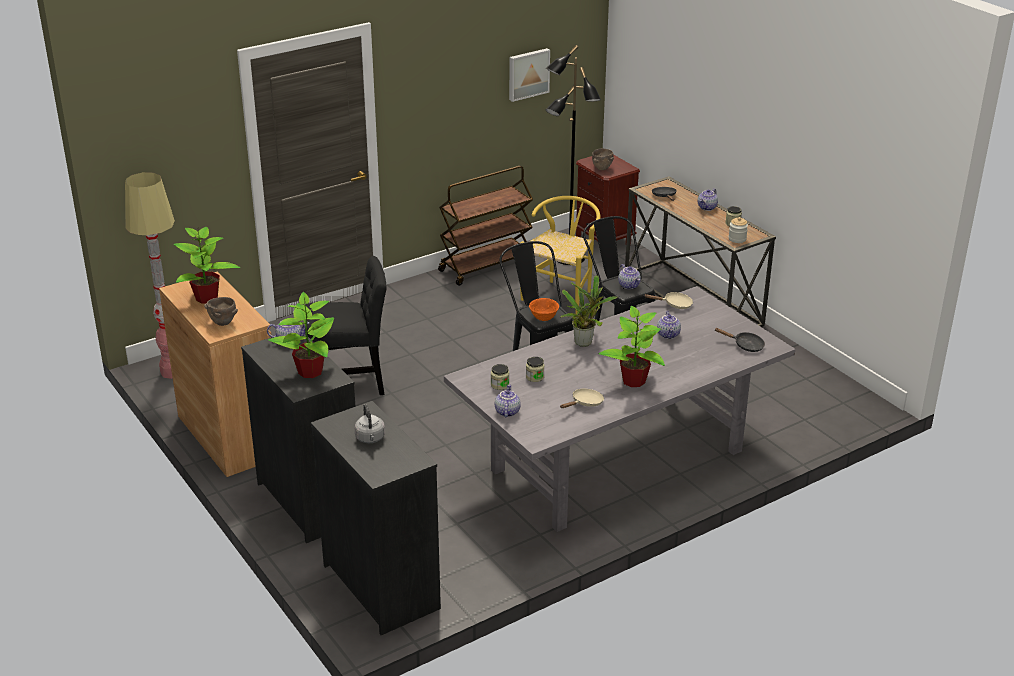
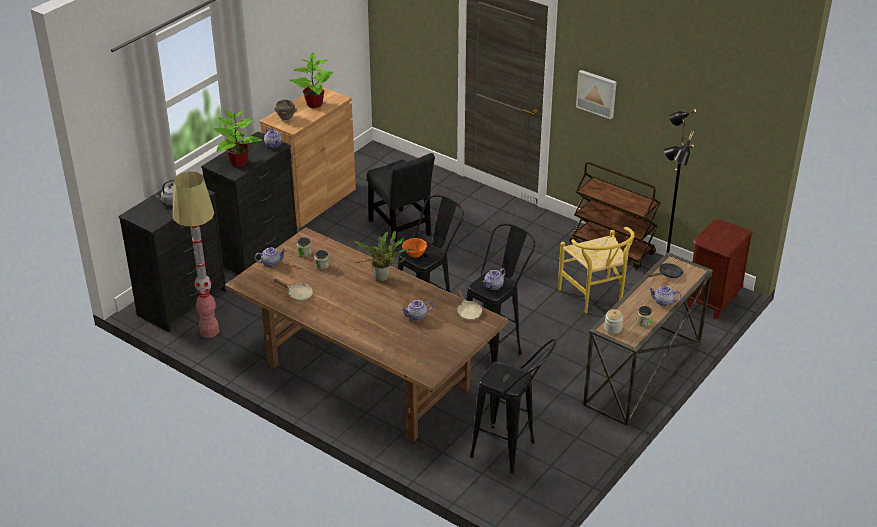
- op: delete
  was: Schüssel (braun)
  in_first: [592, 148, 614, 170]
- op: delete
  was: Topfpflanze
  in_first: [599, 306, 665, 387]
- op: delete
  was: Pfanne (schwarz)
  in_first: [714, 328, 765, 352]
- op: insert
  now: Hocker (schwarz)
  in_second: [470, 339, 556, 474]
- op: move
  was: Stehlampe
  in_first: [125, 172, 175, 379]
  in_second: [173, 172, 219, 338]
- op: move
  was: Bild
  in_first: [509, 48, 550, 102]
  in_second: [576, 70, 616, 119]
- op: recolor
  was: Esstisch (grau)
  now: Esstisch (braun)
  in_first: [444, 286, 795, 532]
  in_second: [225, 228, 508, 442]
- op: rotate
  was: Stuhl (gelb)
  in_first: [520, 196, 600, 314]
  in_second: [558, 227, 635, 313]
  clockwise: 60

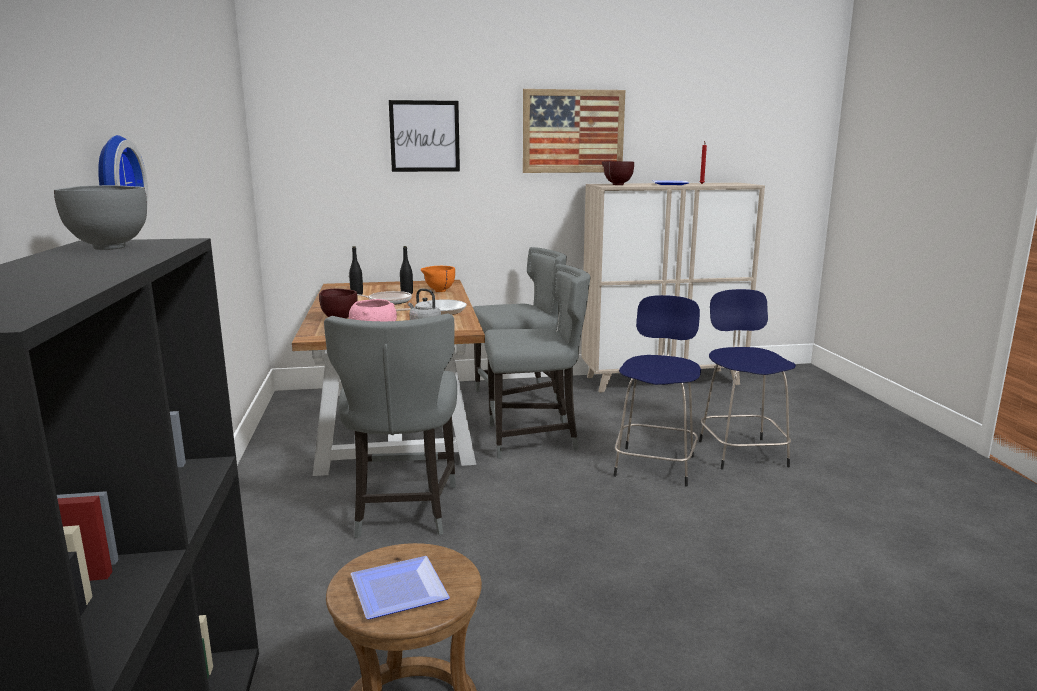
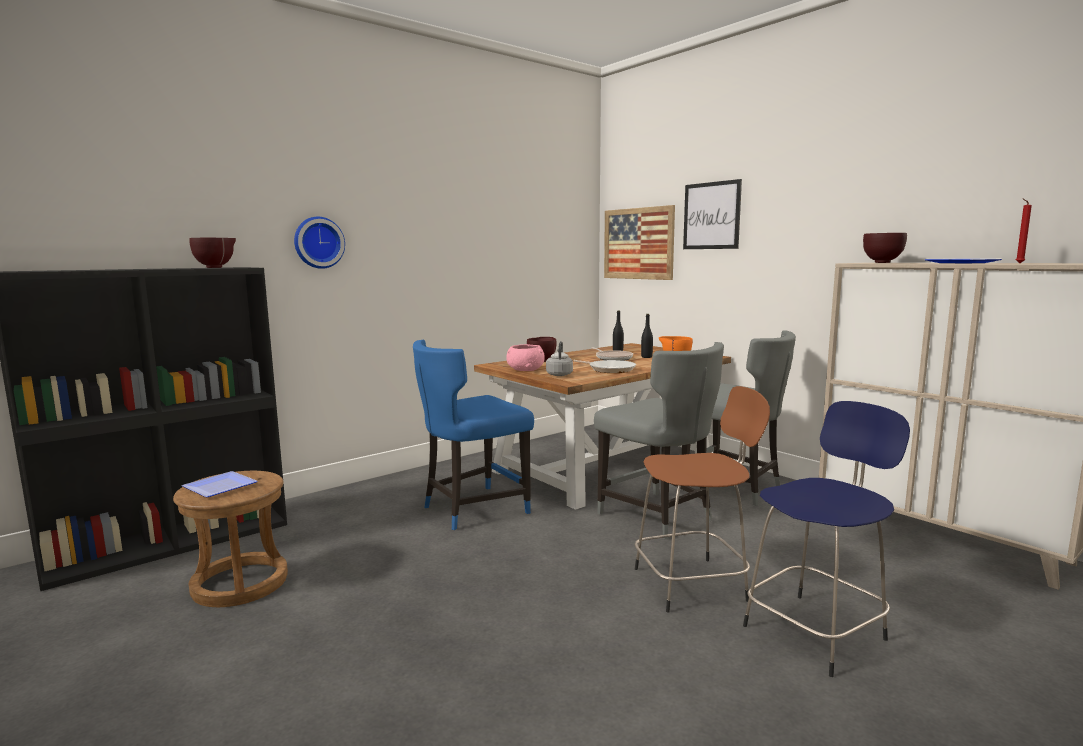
- op: move
  was: Bild
  in_first: [523, 89, 625, 173]
  in_second: [604, 205, 675, 280]
- op: recolor
  was: Schüssel (grau)
  now: Schüssel (braun)
  in_first: [54, 185, 147, 250]
  in_second: [189, 238, 236, 268]
- op: recolor
  was: Stuhl (grau)
  now: Stuhl (blau)
  in_first: [324, 313, 457, 538]
  in_second: [413, 340, 534, 530]
- op: recolor
  was: Hocker (blau)
  now: Hocker (braun)
  in_first: [613, 295, 701, 487]
  in_second: [635, 386, 770, 613]

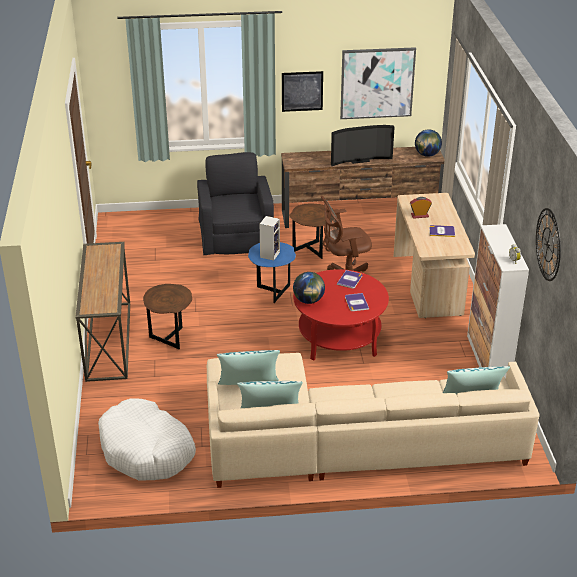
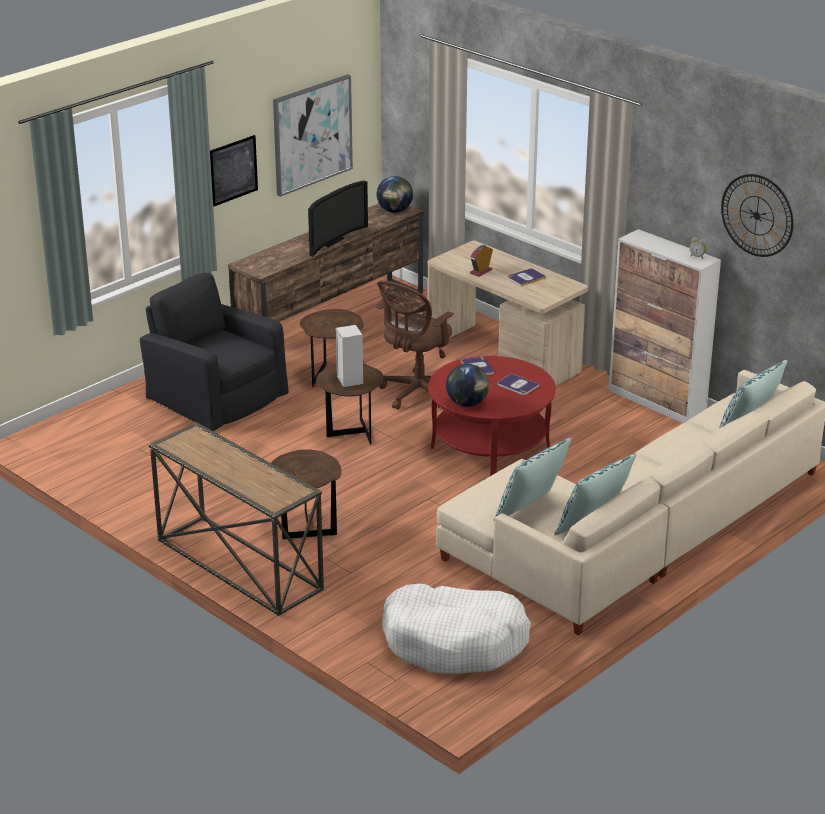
- op: recolor
  was: Beistelltisch (blau)
  now: Beistelltisch (braun)
  in_first: [248, 242, 296, 303]
  in_second: [316, 363, 383, 445]

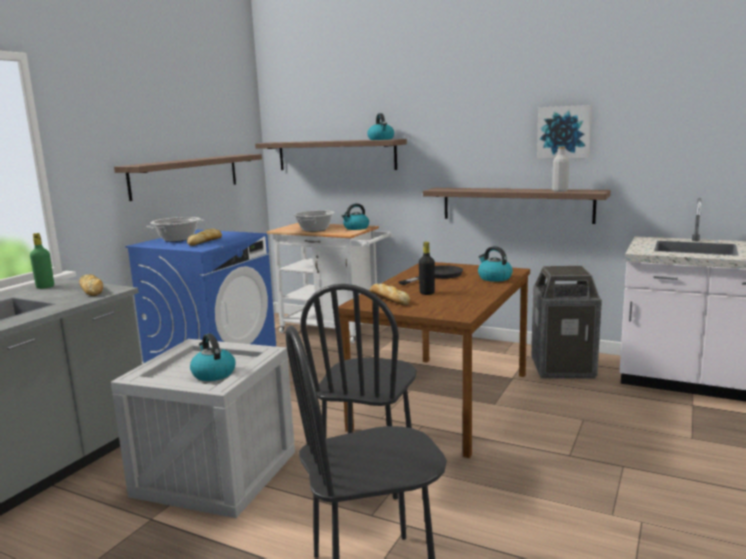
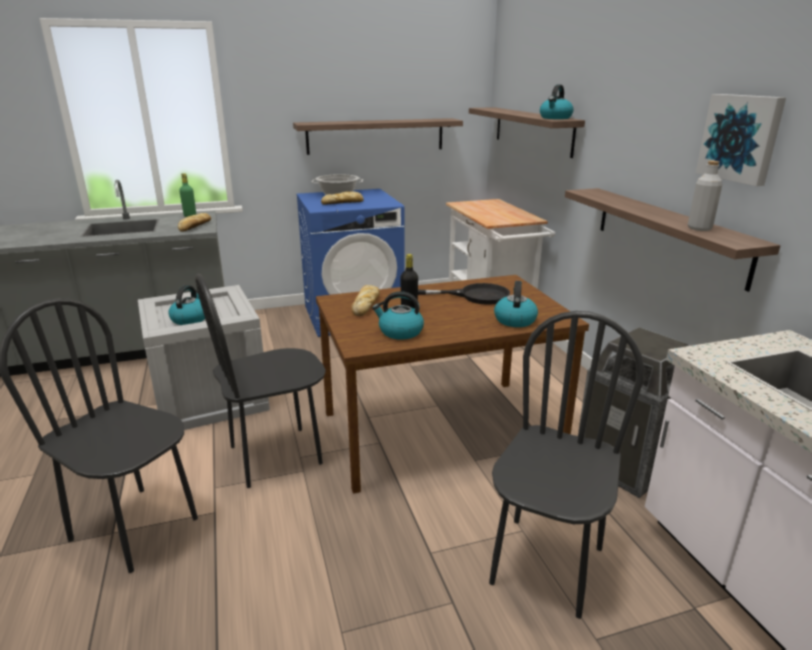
- op: delete
  was: Kochtopf
  in_first: [293, 210, 335, 232]
- op: insert
  now: Stuhl (schwarz)
  in_second: [489, 311, 644, 619]
- op: move
  was: Wasserkessel
  in_first: [342, 203, 369, 230]
  in_second: [372, 291, 424, 340]

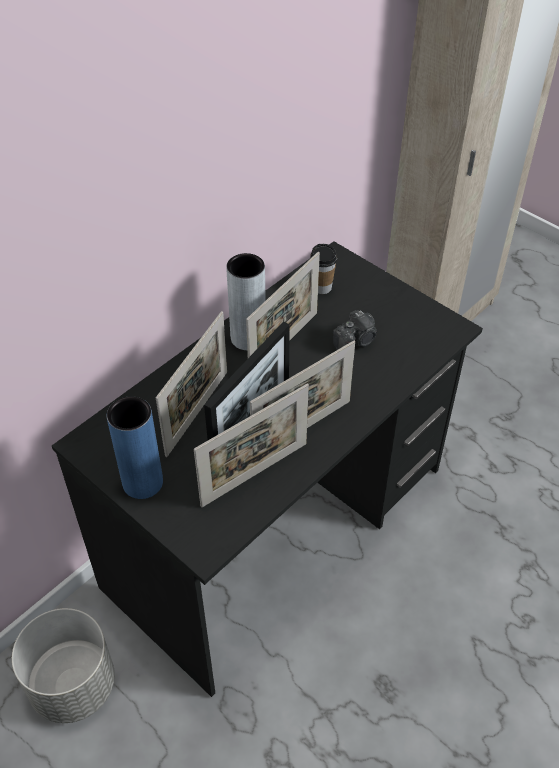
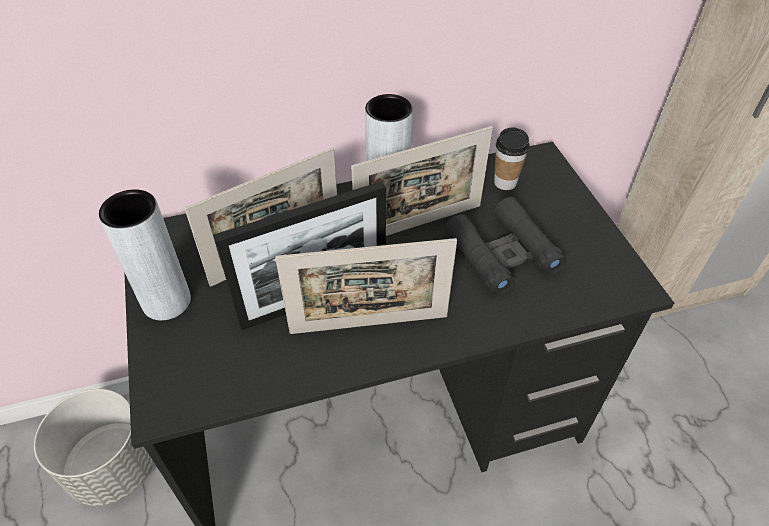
- op: delete
  was: Bilderrahmen
  in_first: [194, 384, 309, 507]
- op: replace
  was: Kamera
  now: Fernglas (schwarz)
  in_first: [333, 310, 377, 350]
  in_second: [445, 197, 567, 295]
- op: recolor
  was: Vase (blau)
  now: Vase (grau)
  in_first: [107, 396, 163, 499]
  in_second: [99, 189, 191, 320]

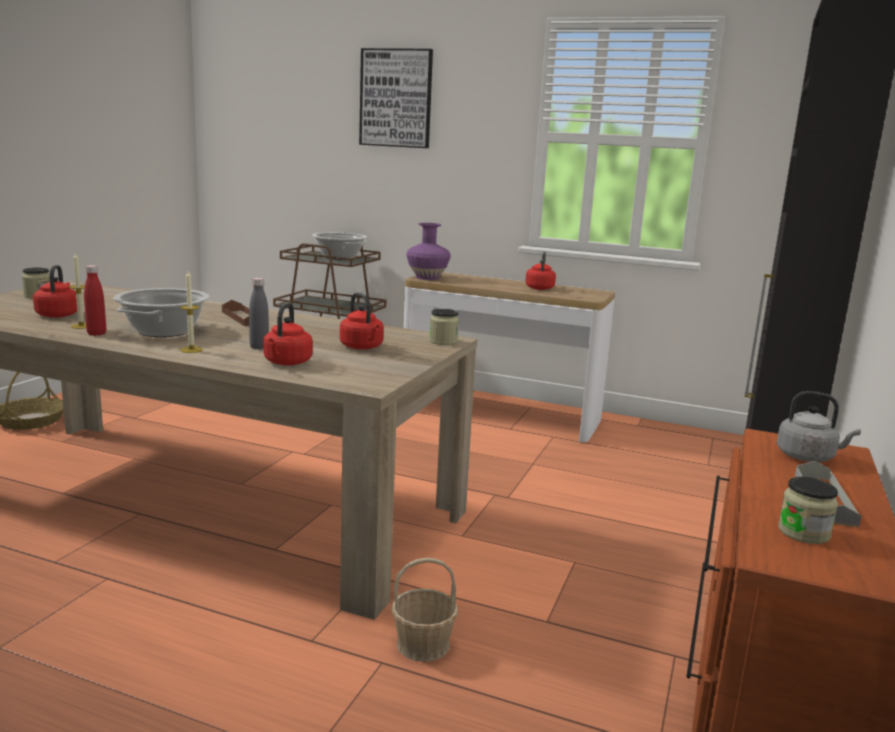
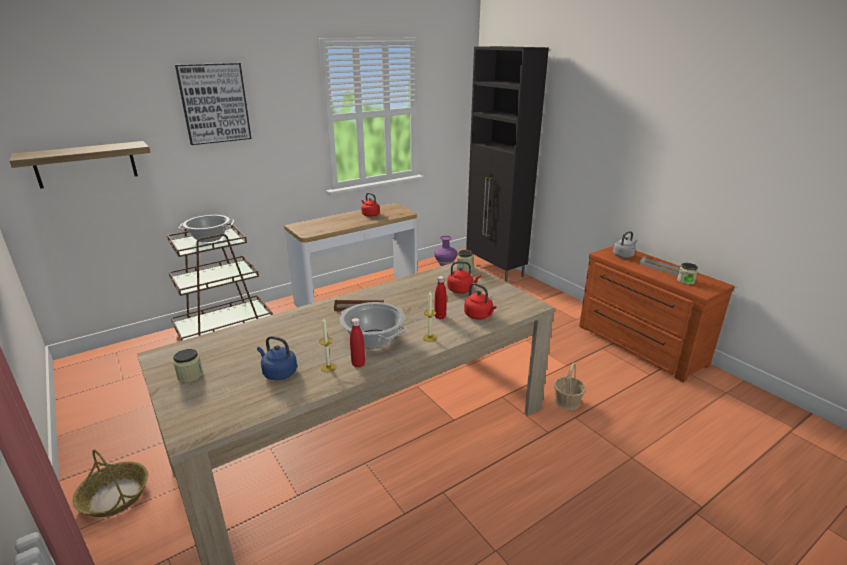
- op: insert
  now: Wandregal
  in_second: [10, 141, 151, 189]
- op: move
  was: Vase (lila)
  in_first: [406, 223, 451, 280]
  in_second: [434, 236, 457, 266]
- op: recolor
  was: Wasserkessel (rot)
  now: Wasserkessel (blau)
  in_first: [33, 265, 77, 318]
  in_second: [257, 336, 297, 380]
- op: recolor
  was: Flasche (grau)
  now: Flasche (rot)
  in_first: [249, 278, 269, 350]
  in_second: [434, 276, 447, 319]

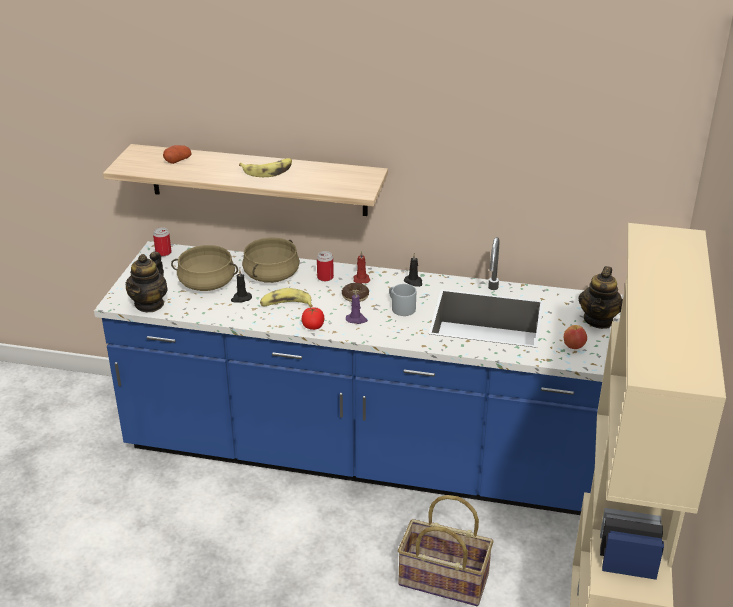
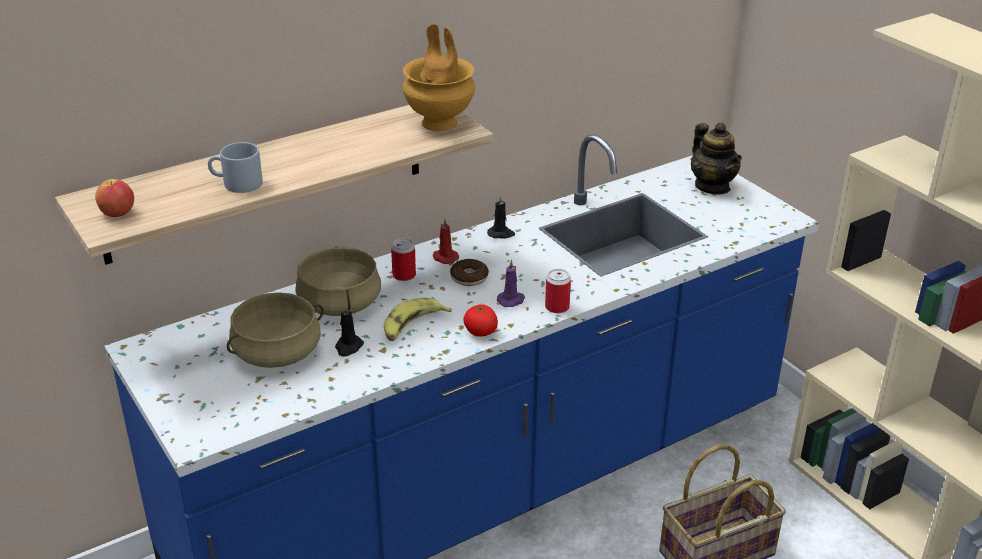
- op: delete
  was: Teekanne
  in_first: [126, 252, 168, 312]
- op: delete
  was: Kartoffel
  in_first: [163, 145, 192, 164]
- op: delete
  was: Banane
  in_first: [239, 158, 292, 177]
- op: insert
  now: Vase (braun)
  in_second: [402, 24, 475, 131]
- op: move
  was: Dose
  in_first: [153, 227, 172, 257]
  in_second: [545, 269, 571, 313]
- op: move
  was: Henkelbecher (grau)
  in_first: [389, 284, 416, 316]
  in_second: [208, 142, 263, 193]
- op: move
  was: Apfel
  in_first: [564, 325, 587, 349]
  in_second: [95, 179, 134, 217]

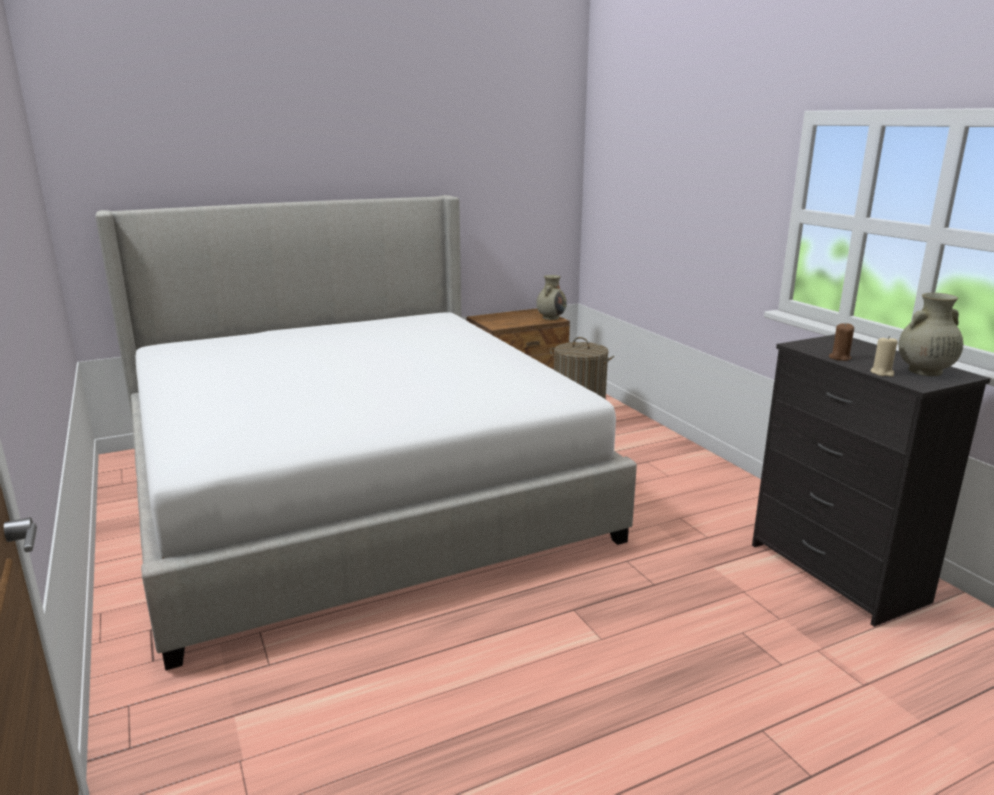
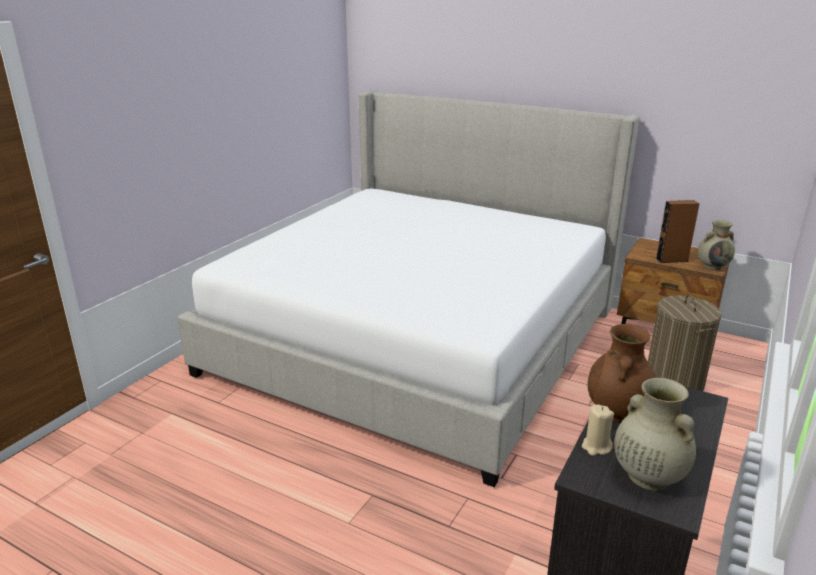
- op: insert
  now: Lautsprecher (braun)
  in_second: [655, 200, 699, 263]
- op: replace
  was: Kerze (braun)
  now: Vase (braun)
  in_first: [829, 323, 854, 361]
  in_second: [587, 324, 656, 422]

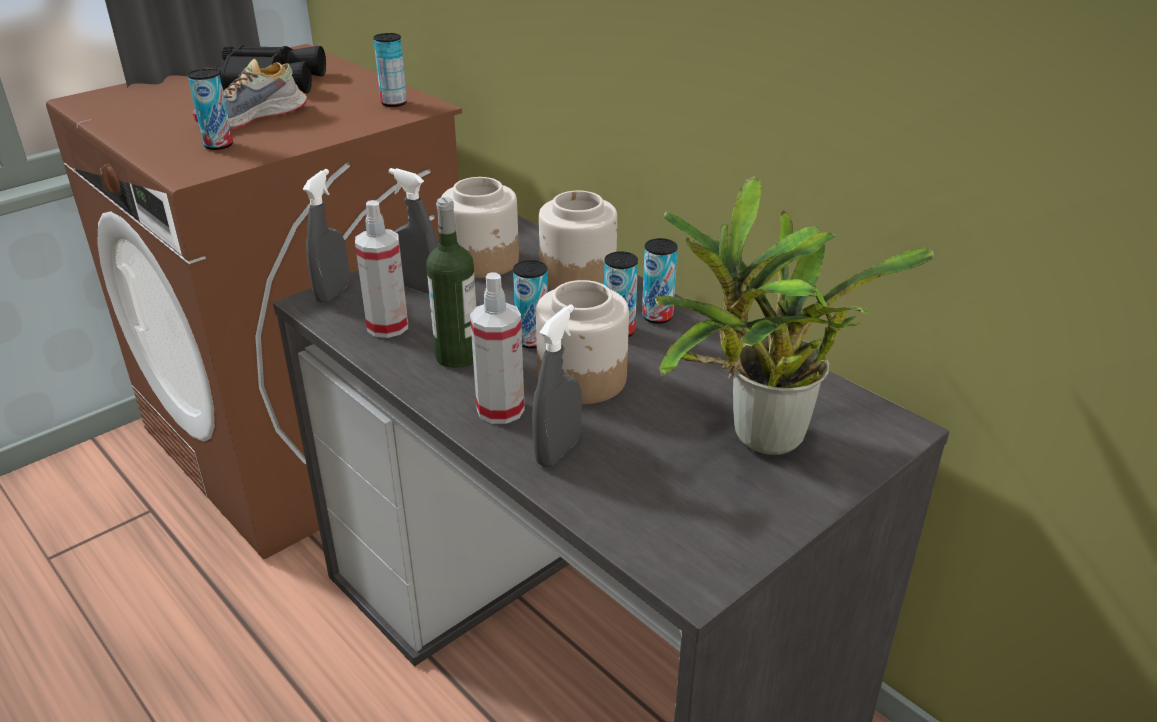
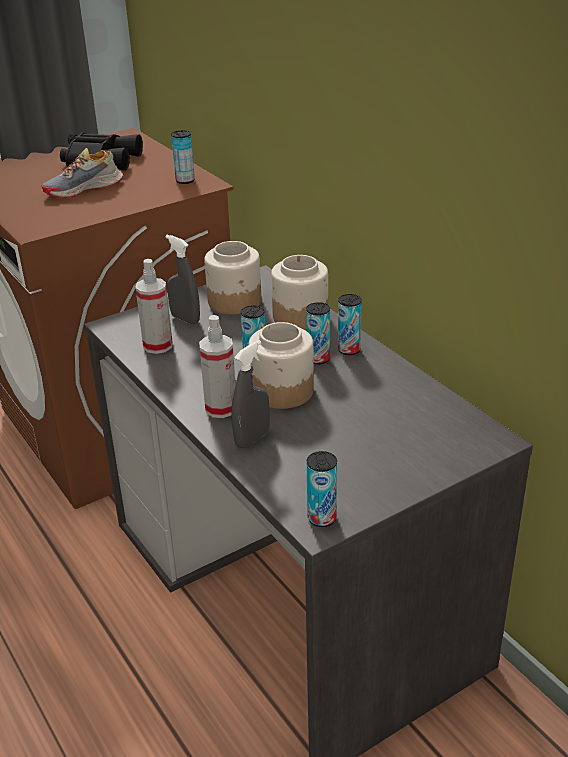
- op: delete
  was: Sprühflasche (grau)
  in_first: [303, 169, 350, 303]
- op: delete
  was: Flasche
  in_first: [426, 197, 476, 368]
- op: delete
  was: Topfpflanze
  in_first: [655, 176, 935, 455]
- op: move
  was: Dose
  in_first: [188, 69, 233, 150]
  in_second: [307, 451, 337, 527]

